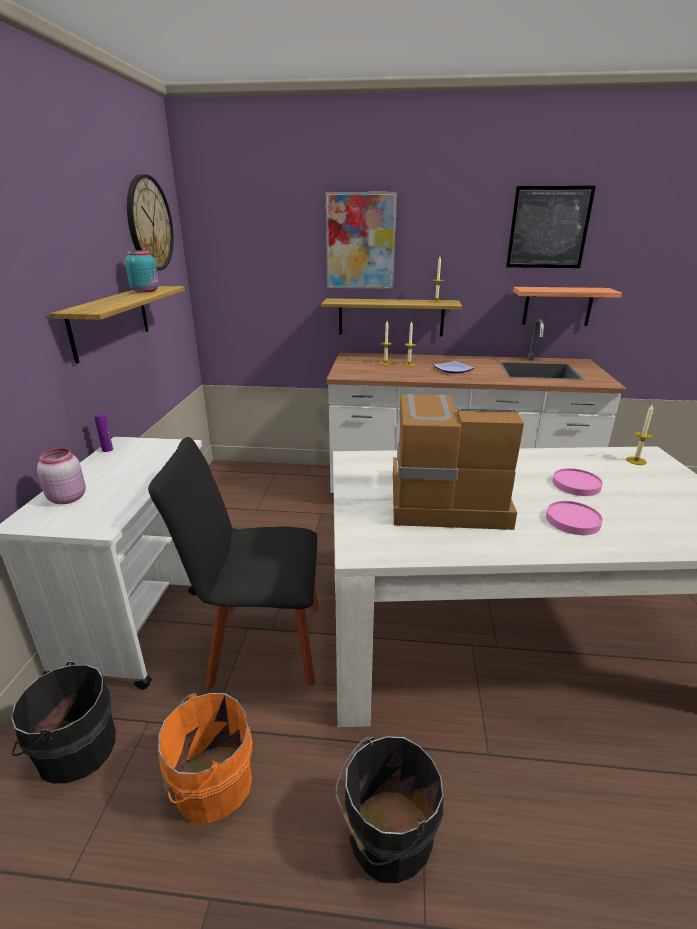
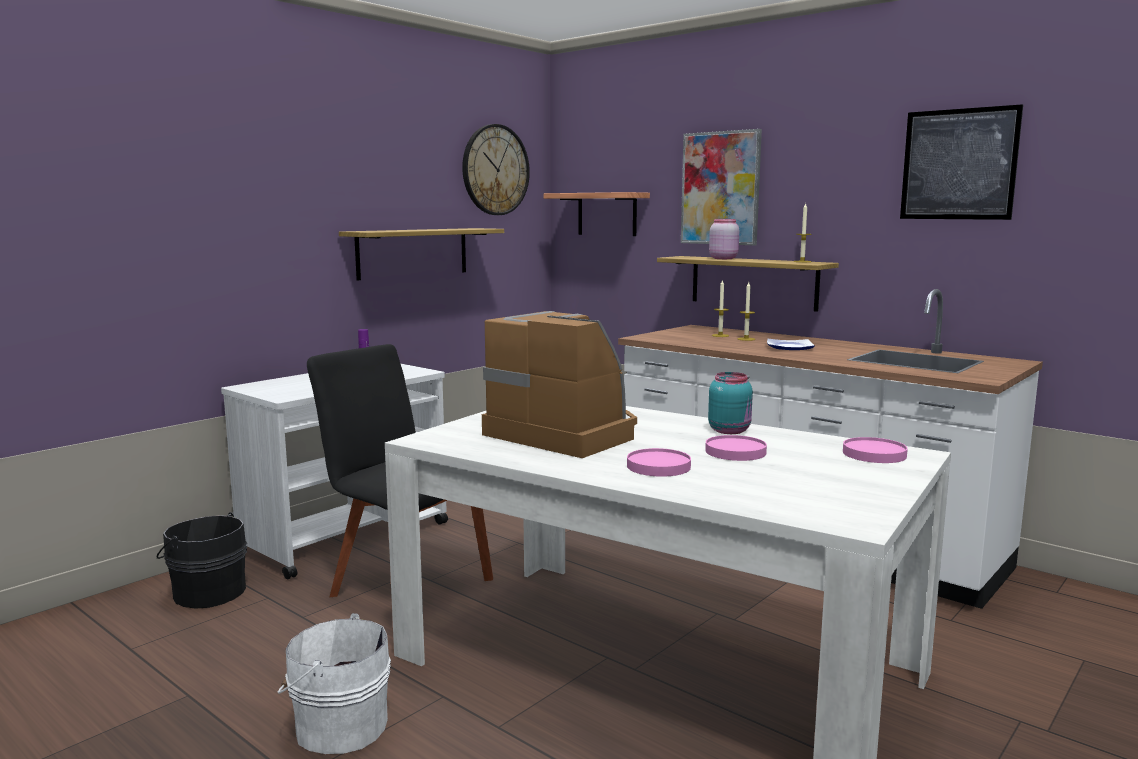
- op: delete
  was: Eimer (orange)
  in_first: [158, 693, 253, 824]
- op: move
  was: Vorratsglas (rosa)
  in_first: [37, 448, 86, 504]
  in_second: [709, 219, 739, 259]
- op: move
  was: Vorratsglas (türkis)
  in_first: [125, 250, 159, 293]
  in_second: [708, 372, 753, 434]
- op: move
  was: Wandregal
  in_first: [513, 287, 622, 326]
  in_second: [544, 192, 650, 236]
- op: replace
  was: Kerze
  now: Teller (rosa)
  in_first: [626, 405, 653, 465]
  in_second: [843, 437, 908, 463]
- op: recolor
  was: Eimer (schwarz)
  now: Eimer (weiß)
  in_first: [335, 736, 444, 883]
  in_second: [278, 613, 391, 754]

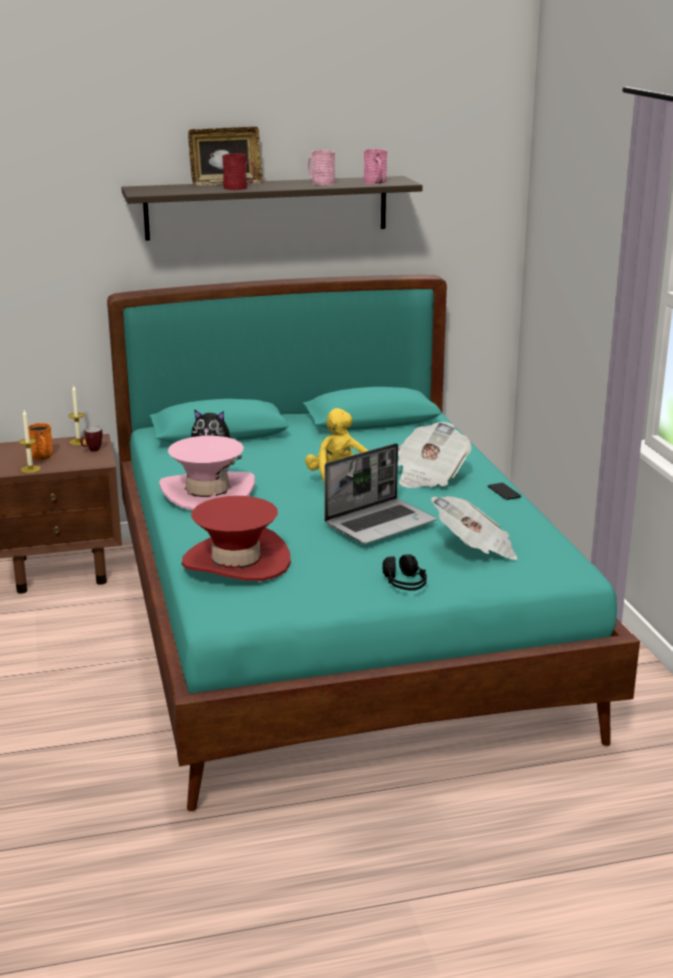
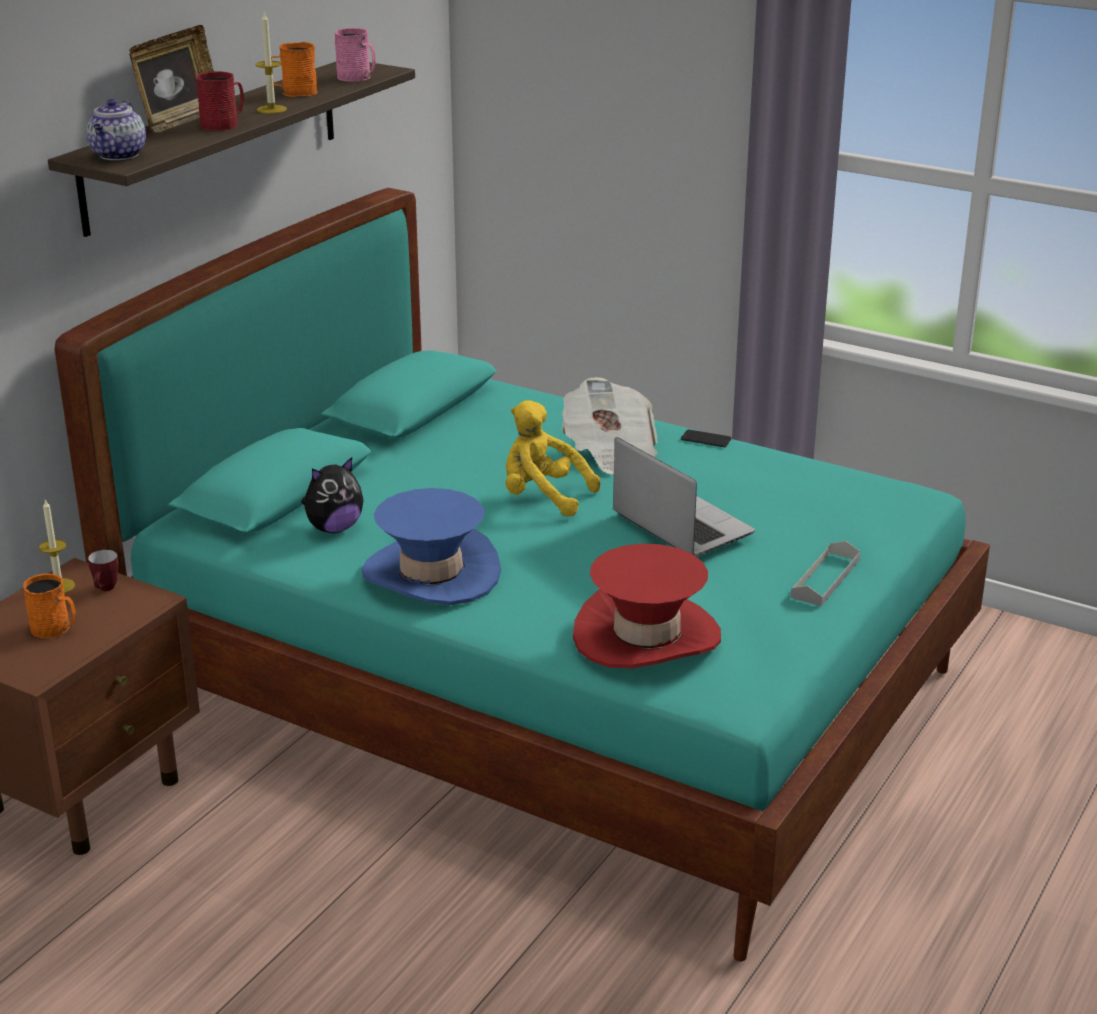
- op: delete
  was: Zeitung
  in_first: [431, 496, 517, 560]
- op: insert
  now: Teekanne
  in_second: [86, 99, 146, 160]
- op: move
  was: Kerze
  in_first: [19, 410, 41, 473]
  in_second: [255, 13, 287, 114]
- op: replace
  was: Kopfhörer (schwarz)
  now: Tablett (grau)
  in_first: [383, 554, 427, 591]
  in_second: [791, 541, 860, 606]
- op: recolor
  was: Hut (rosa)
  now: Hut (blau)
  in_first: [159, 436, 255, 510]
  in_second: [362, 488, 501, 605]
- op: recolor
  was: Henkelbecher (rosa)
  now: Henkelbecher (orange)
  in_first: [308, 150, 335, 185]
  in_second: [271, 42, 317, 97]
- op: rotate
  was: Laptop
  in_first: [324, 443, 437, 544]
  in_second: [613, 437, 755, 557]
  clockwise: -45

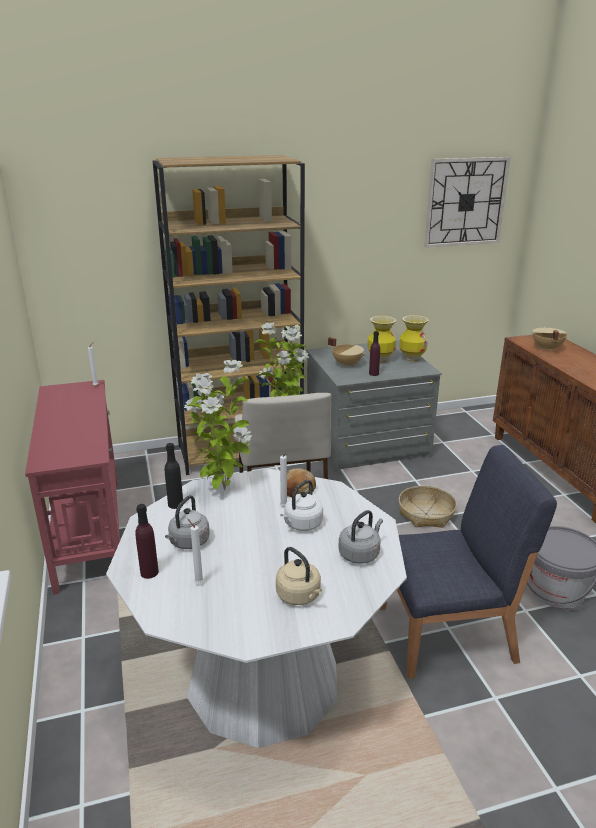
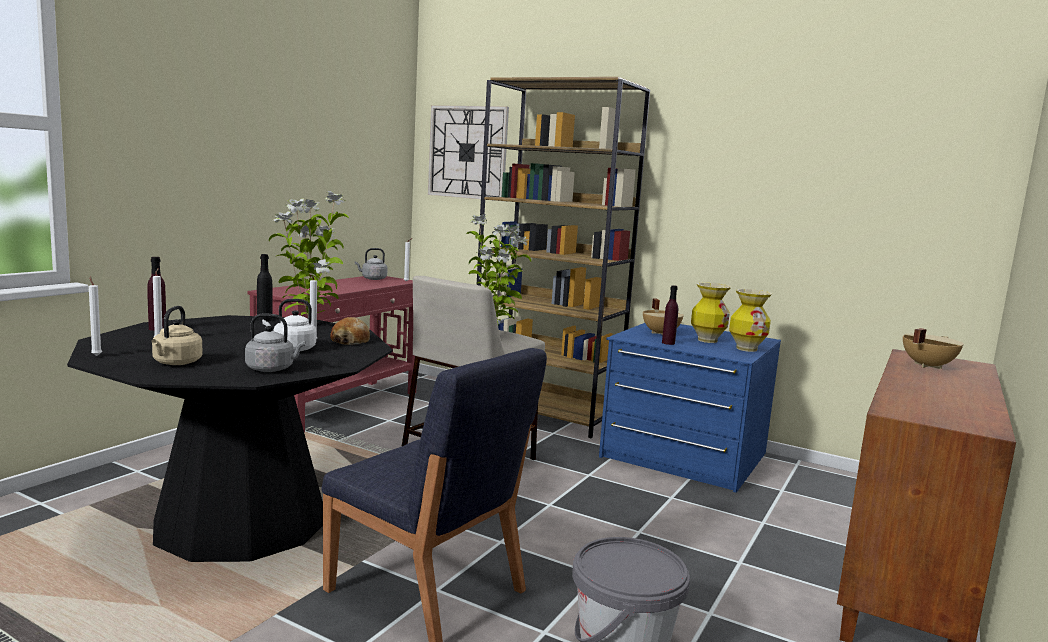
- op: delete
  was: Korb
  in_first: [399, 486, 457, 528]
- op: insert
  now: Kerze (weiß)
  in_second: [89, 277, 102, 356]
- op: move
  was: Wasserkessel (grau)
  in_first: [165, 495, 210, 549]
  in_second: [355, 248, 387, 280]
- op: move
  was: Wanduhr
  in_first: [424, 157, 510, 248]
  in_second: [428, 105, 509, 201]
- op: recolor
  was: Esstisch (weiß)
  now: Esstisch (schwarz)
  in_first: [106, 469, 407, 748]
  in_second: [67, 315, 393, 562]
- op: recolor
  was: Kommode (grau)
  now: Kommode (blau)
  in_first: [306, 340, 442, 472]
  in_second: [599, 323, 781, 493]

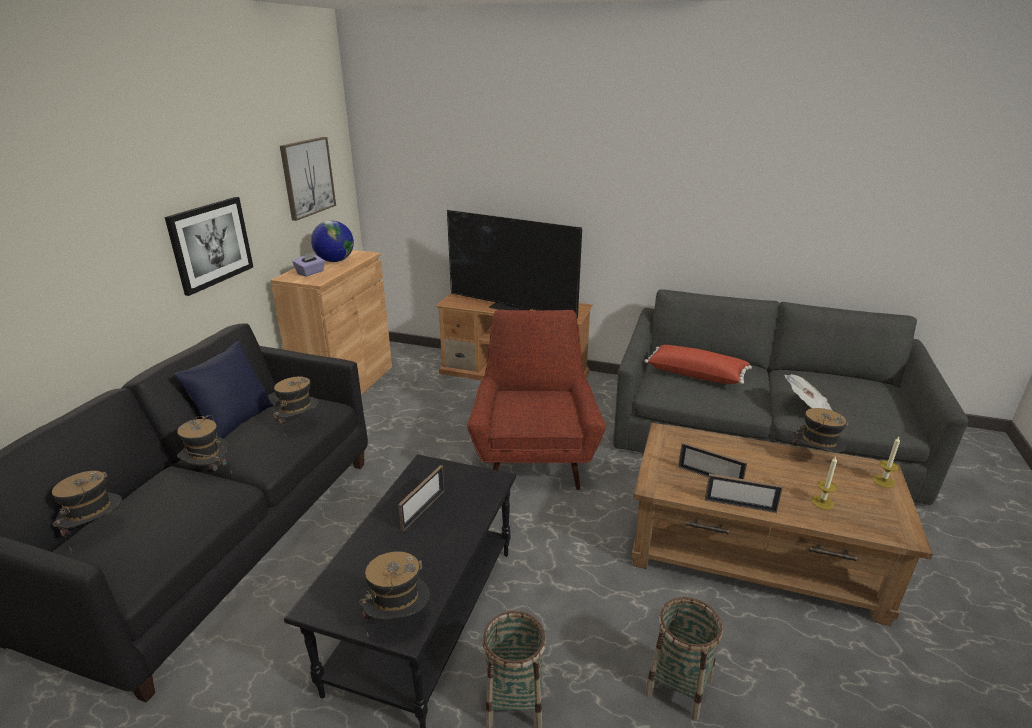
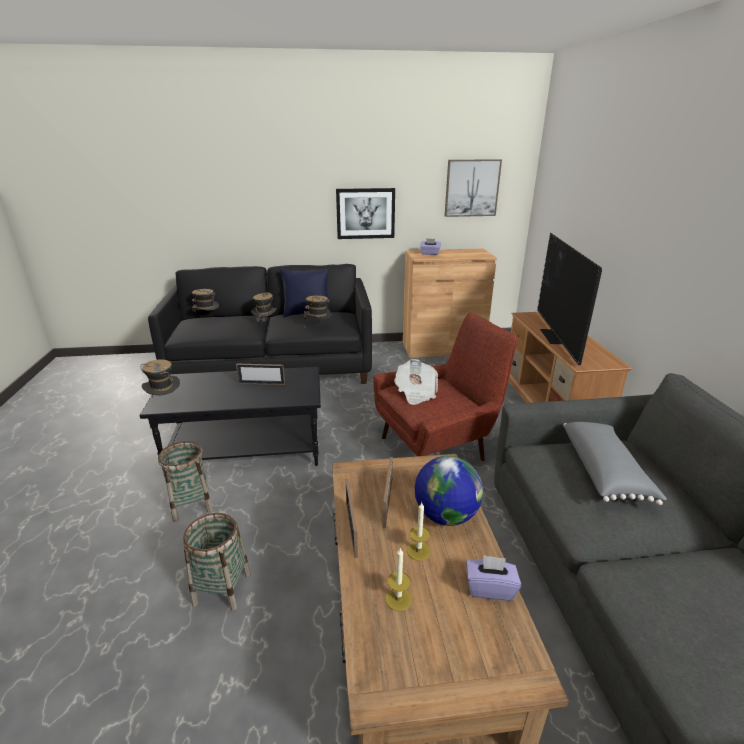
- op: move
  was: Globus
  in_first: [311, 220, 354, 262]
  in_second: [415, 456, 483, 526]
- op: move
  was: Zeitung
  in_first: [785, 374, 833, 411]
  in_second: [394, 359, 438, 405]
- op: move
  was: Kerze
  in_first: [873, 437, 900, 488]
  in_second: [407, 503, 431, 561]
- op: replace
  was: Hut
  now: Taschentuchbox (lila)
  in_first: [790, 408, 849, 457]
  in_second: [466, 555, 521, 601]
- op: recolor
  was: Kissen (rot)
  now: Kissen (grau)
  in_first: [645, 345, 752, 384]
  in_second: [563, 422, 667, 505]

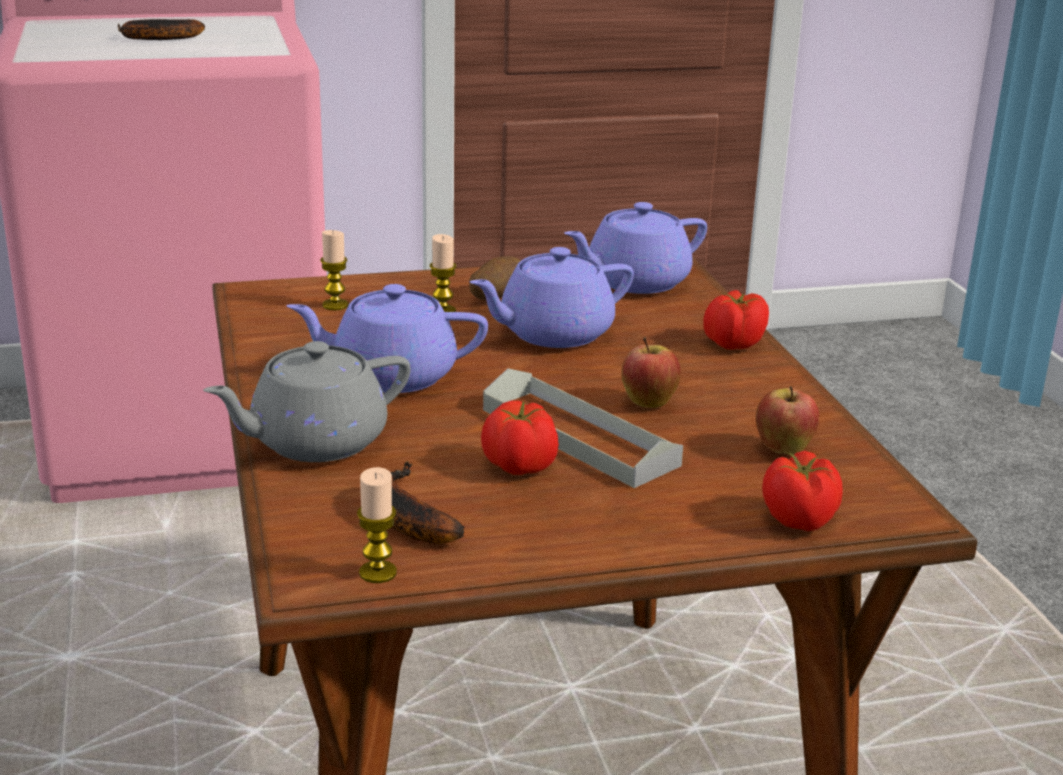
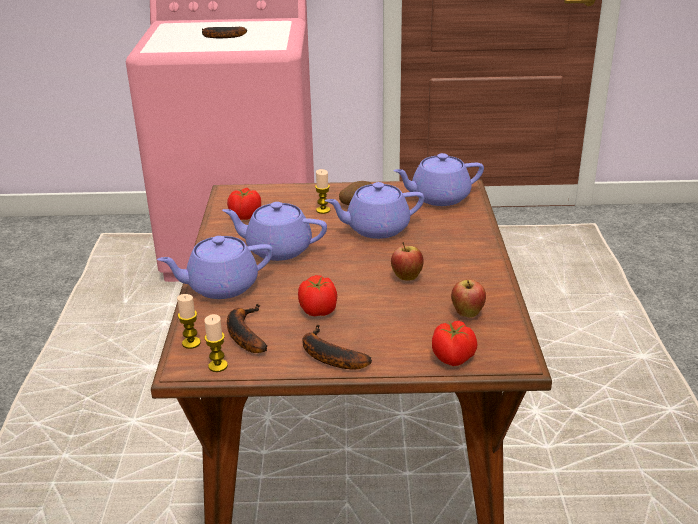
- op: delete
  was: Tablett (grau)
  in_first: [483, 368, 683, 488]
- op: insert
  now: Banane
  in_second: [302, 325, 372, 369]
- op: move
  was: Kerze
  in_first: [320, 230, 349, 310]
  in_second: [177, 294, 201, 349]
- op: move
  was: Tomate
  in_first: [703, 290, 769, 350]
  in_second: [227, 188, 261, 220]
- op: recolor
  was: Teekanne (grau)
  now: Teekanne (lila)
  in_first: [203, 341, 411, 462]
  in_second: [157, 236, 273, 299]

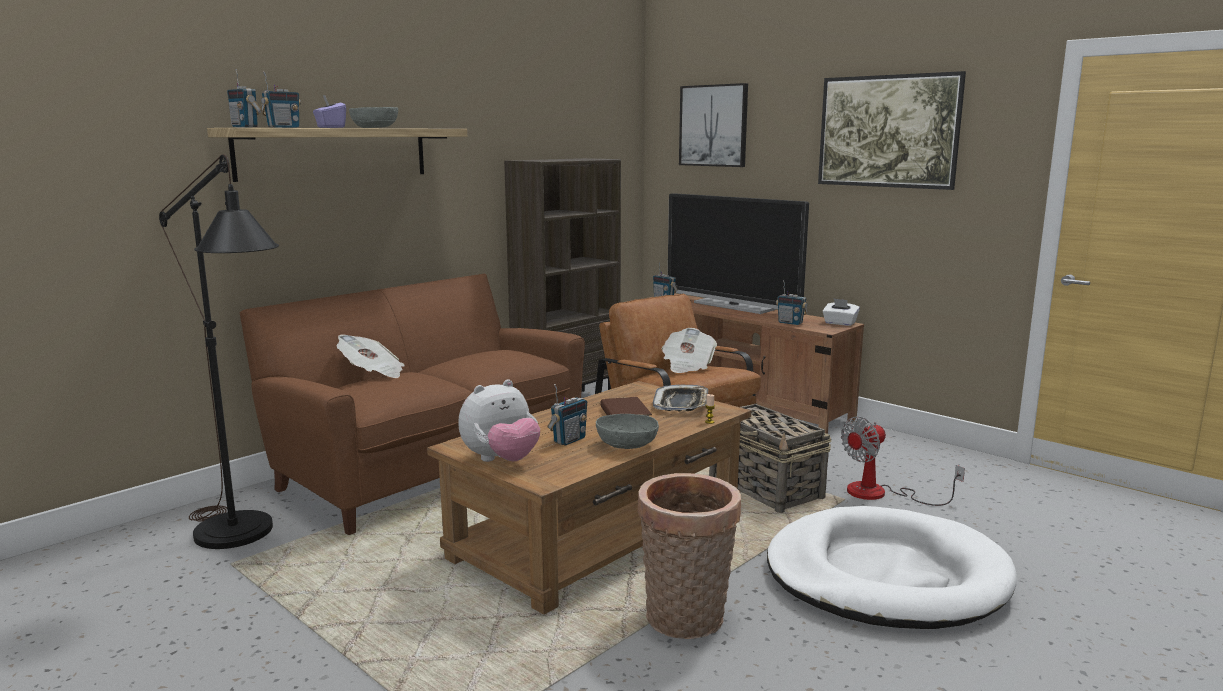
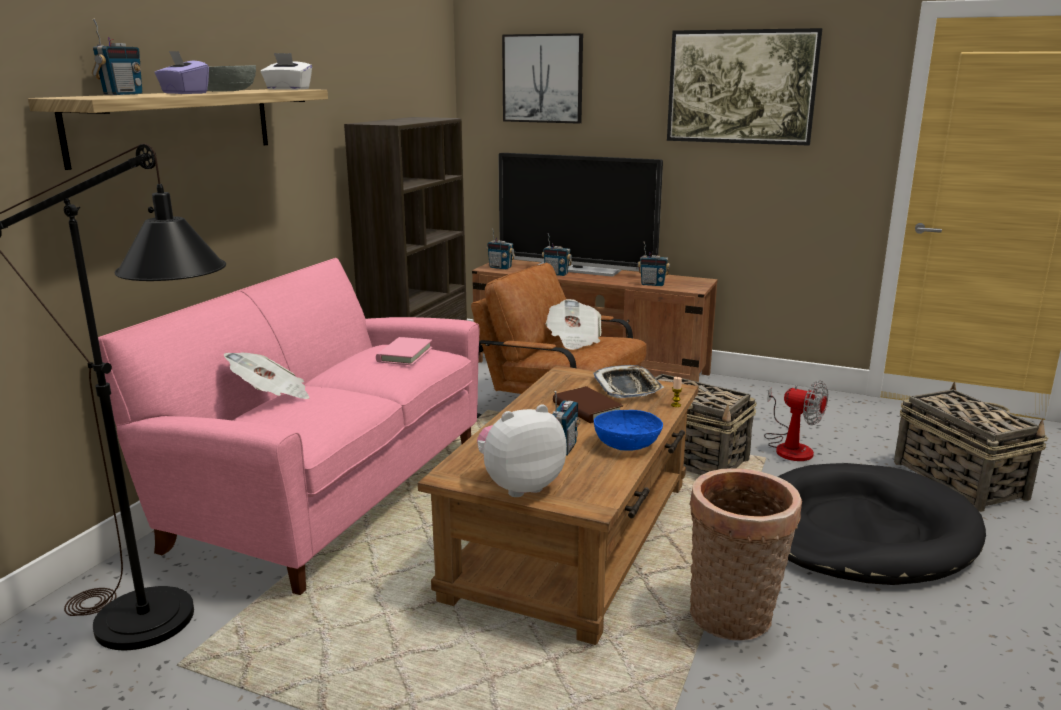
- op: insert
  now: Buch (rosa)
  in_second: [376, 337, 433, 365]
- op: insert
  now: Korb
  in_second: [894, 382, 1048, 512]
- op: move
  was: Radio
  in_first: [227, 69, 262, 127]
  in_second: [542, 233, 572, 276]
- op: move
  was: Taschentuchbox (weiß)
  in_first: [823, 298, 860, 326]
  in_second: [261, 53, 312, 90]
- op: recolor
  was: Sofa (braun)
  now: Sofa (rosa)
  in_first: [240, 274, 585, 535]
  in_second: [98, 258, 479, 595]
- op: recolor
  was: Schüssel (grau)
  now: Schüssel (blau)
  in_first: [596, 414, 659, 449]
  in_second: [594, 410, 663, 450]
- op: recolor
  was: Hundebett (weiß)
  now: Hundebett (schwarz)
  in_first: [767, 506, 1017, 629]
  in_second: [778, 463, 986, 585]
- op: rotate
  was: Plüschtier
  in_first: [458, 380, 540, 462]
  in_second: [477, 404, 567, 497]
  clockwise: -150
- op: rotate
  was: Ventilator
  in_first: [841, 417, 965, 506]
  in_second: [764, 381, 828, 461]
  clockwise: -90

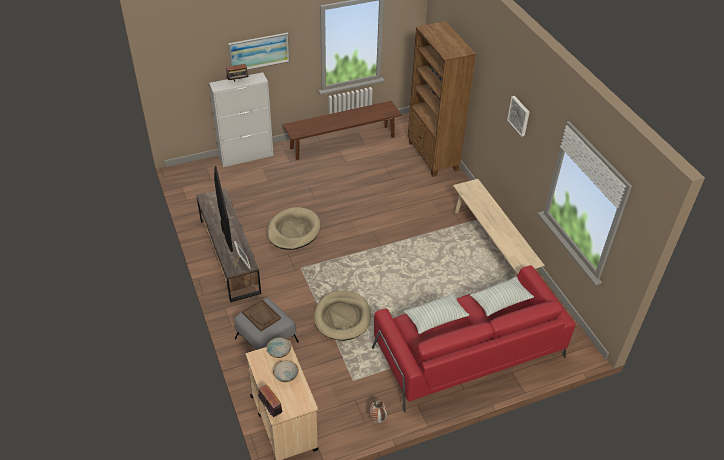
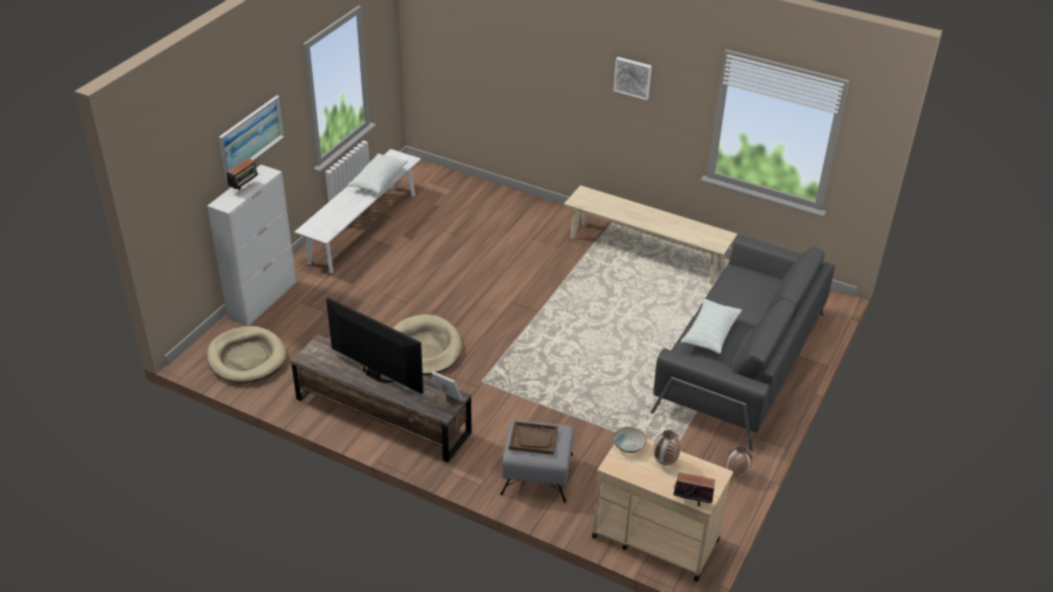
- op: delete
  was: Bücherregal (braun)
  in_first: [408, 21, 476, 177]
- op: move
  was: Hundebett (beige)
  in_first: [314, 291, 371, 341]
  in_second: [207, 326, 286, 383]
- op: move
  was: Kissen
  in_first: [470, 276, 534, 316]
  in_second: [348, 154, 408, 193]
- op: replace
  was: Schüssel
  now: Vase
  in_first: [273, 361, 299, 382]
  in_second: [653, 430, 680, 465]
- op: recolor
  was: Bank (braun)
  now: Bank (weiß)
  in_first: [283, 101, 402, 160]
  in_second: [295, 149, 421, 273]
- op: recolor
  was: Sofa (rot)
  now: Sofa (grau)
  in_first: [372, 265, 576, 413]
  in_second: [651, 235, 835, 451]

